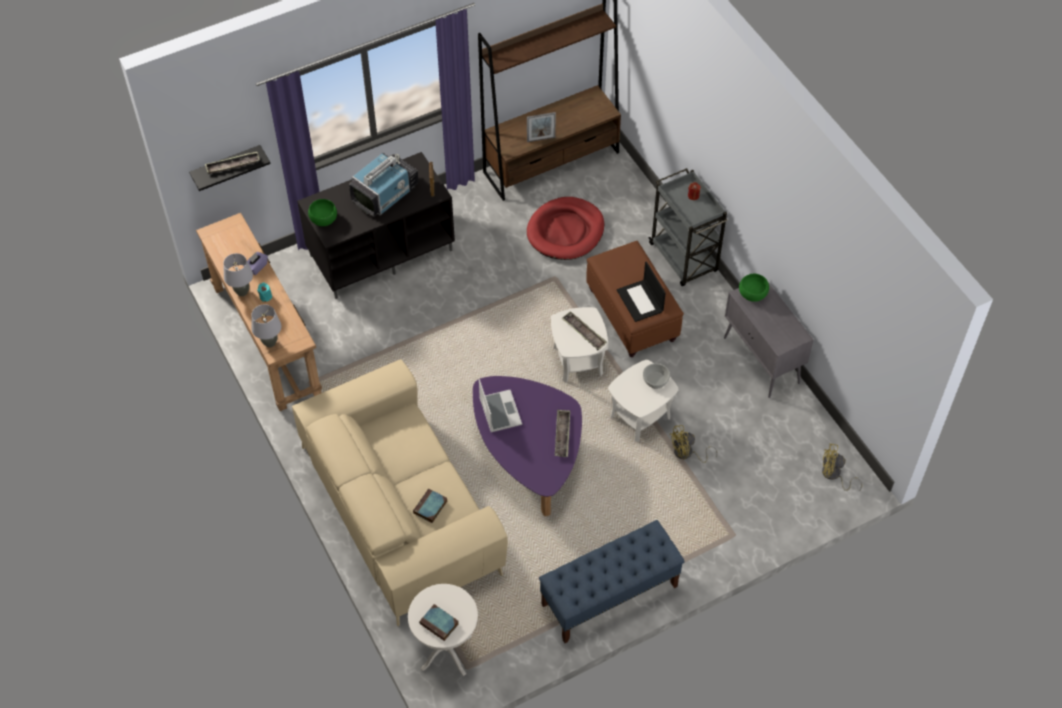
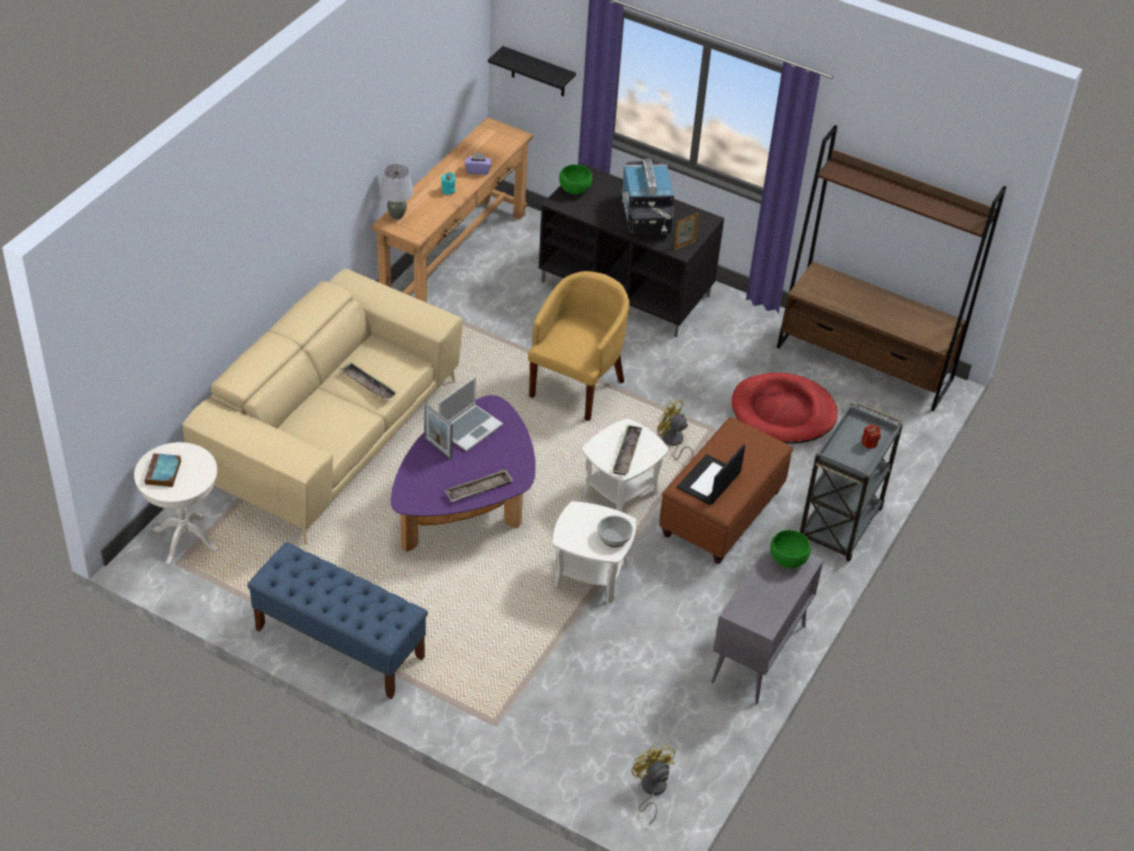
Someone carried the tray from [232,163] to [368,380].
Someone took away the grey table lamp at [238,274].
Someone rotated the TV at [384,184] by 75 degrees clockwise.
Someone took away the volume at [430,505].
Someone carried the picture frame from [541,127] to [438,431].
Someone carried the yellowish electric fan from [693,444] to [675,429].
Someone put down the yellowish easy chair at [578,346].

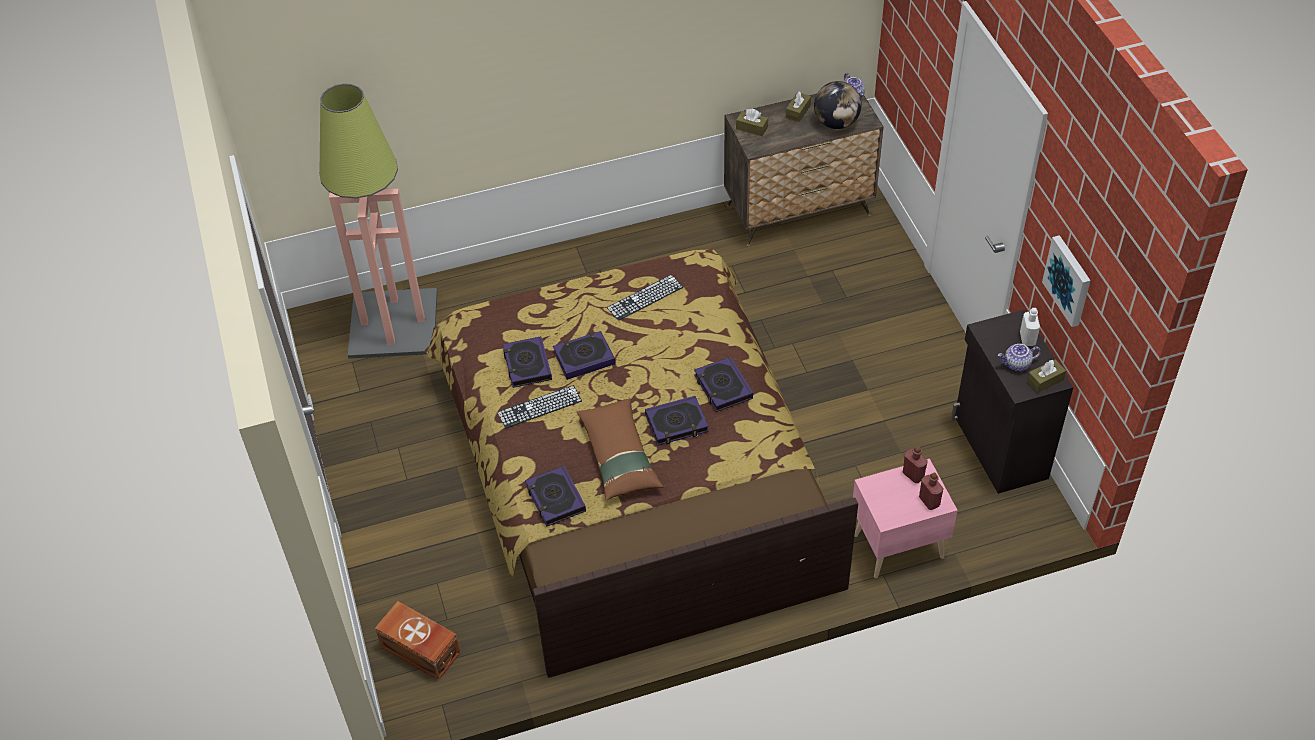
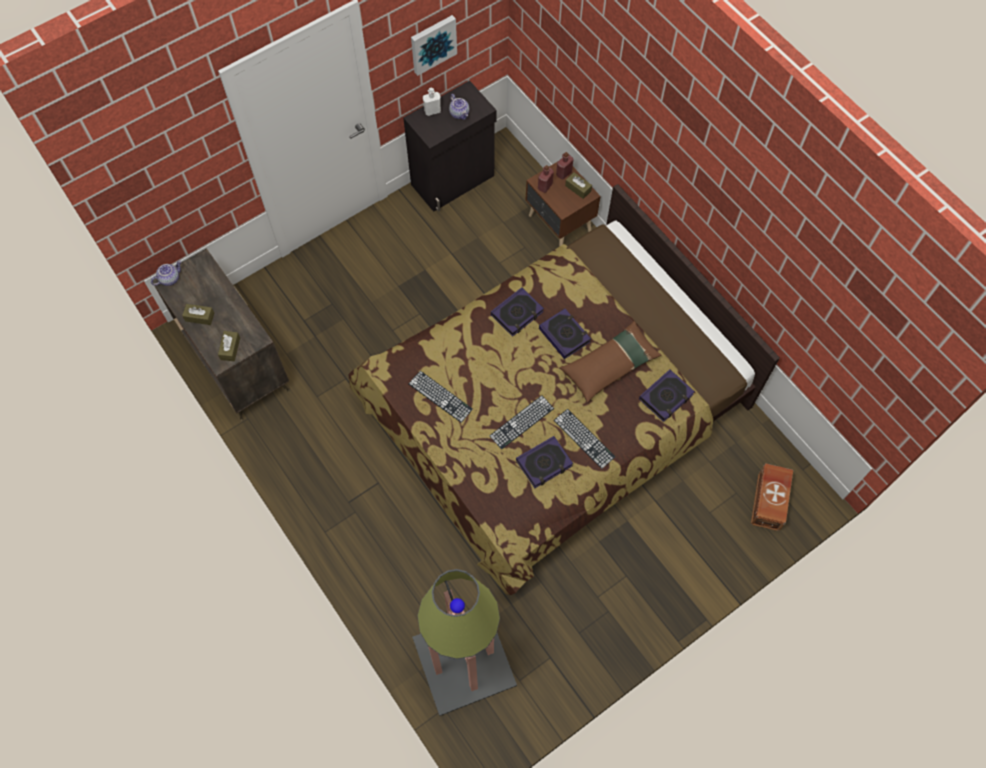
Someone swapped the volume at [584,355] for the PC keyboard at [522,422].
Someone took away the world globe at [838,105].
Someone repainted the pink-coloured nightstand at [905,518], which became the brownish nightstand at [563,204].
Someone carried the brownish tissue box from [1046,376] to [578,185].

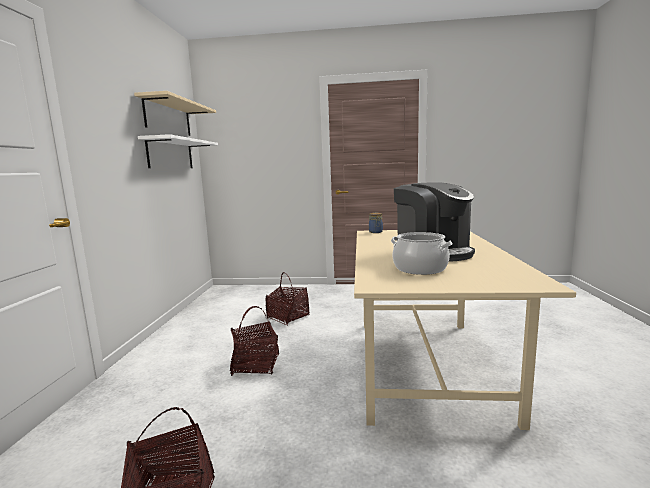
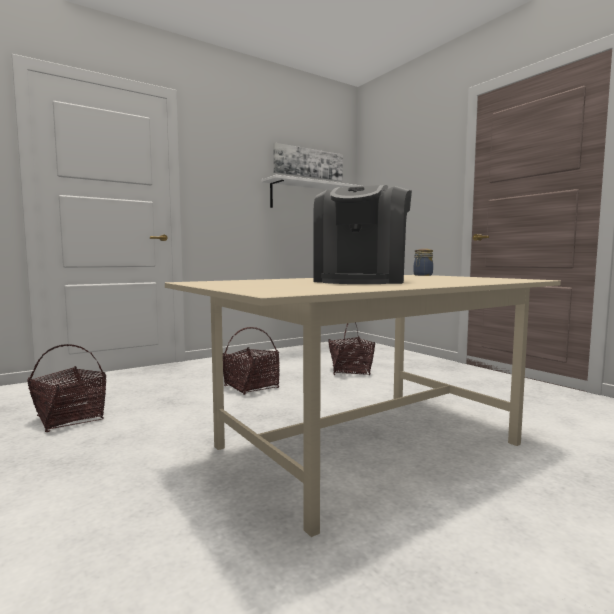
Someone swapped the beige-coloured bracket shelf at [175,113] for the wall art at [308,162].
Someone took away the stockpot at [421,253].

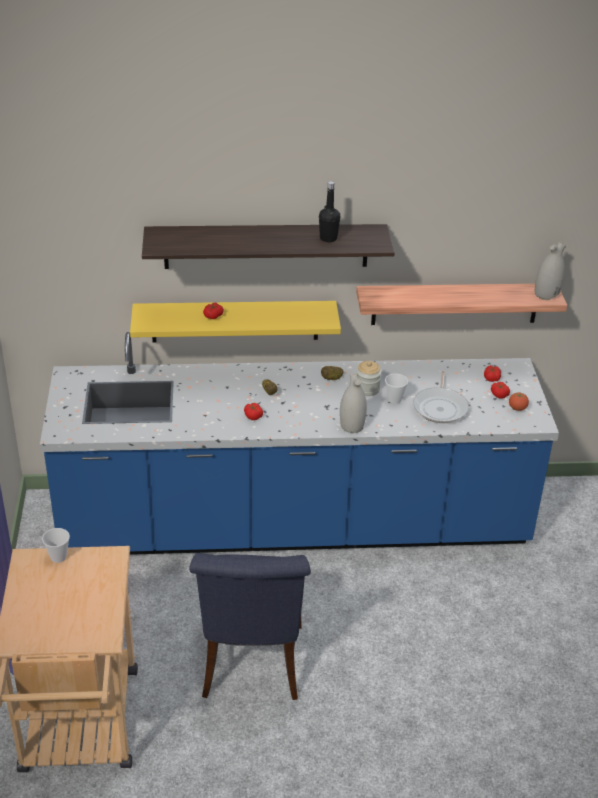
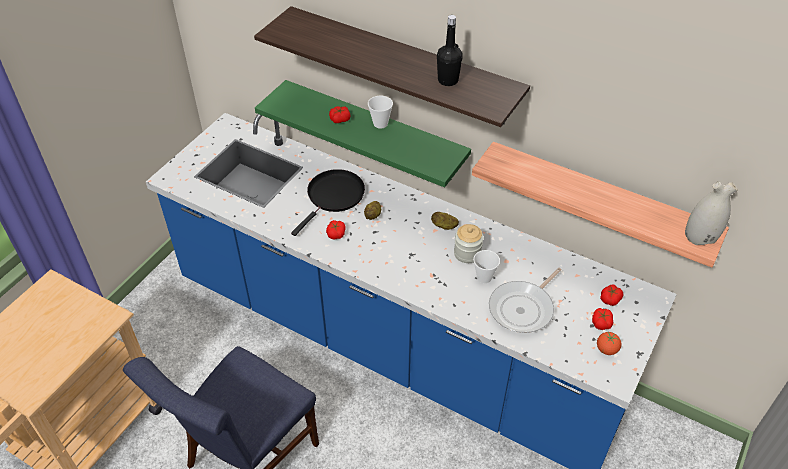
Someone carried the cup from [56,545] to [380,112].
Someone repainted the yellowish bracket shelf at [235,321], which became the green bracket shelf at [363,133].
Someone took away the white-coloured decorative vase at [353,403].
Someone put down the black skillet at [328,202].

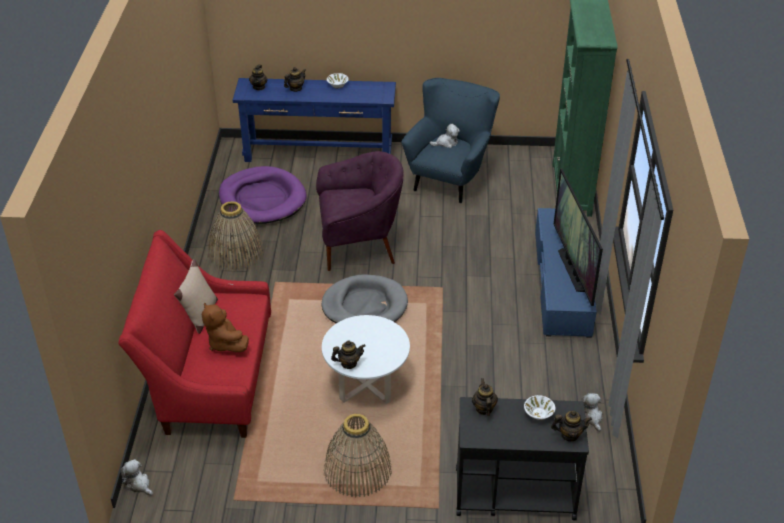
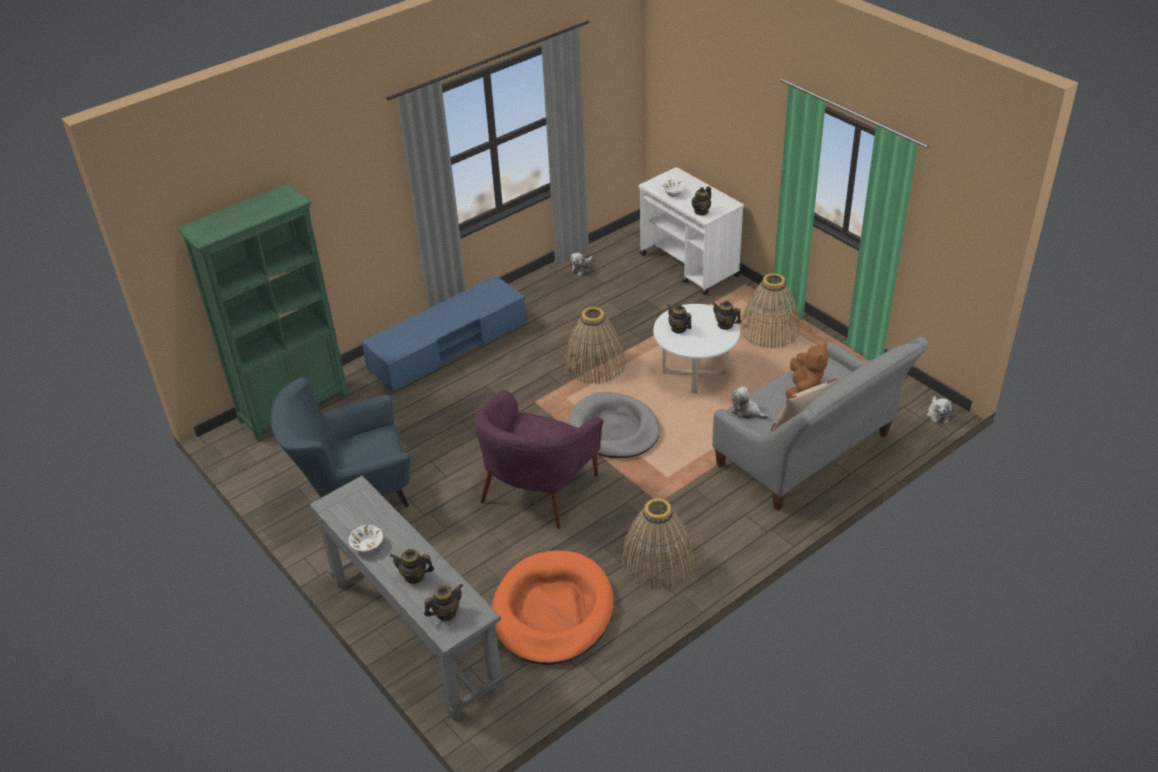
Someone repainted the red-coloured sofa at [194,334], which became the grey sofa at [820,424].
Someone repainted the purplish dog cushion at [263,195], which became the orangey dog cushion at [553,608].
Someone repainted the blue-coloured narrow table at [314,120], which became the grey narrow table at [407,598].
Someone rotated the purplish easy chair at [359,211] by 105 degrees counterclockwise.
Someone carried the soft toy from [445,136] to [750,402].
Someone repainted the black trolley at [522,459], which became the white-coloured trolley at [691,231].
Someone carried the pot for tea from [571,426] to [680,319].
Someone took away the TV at [578,237].
Someone put down the basket at [595,345].

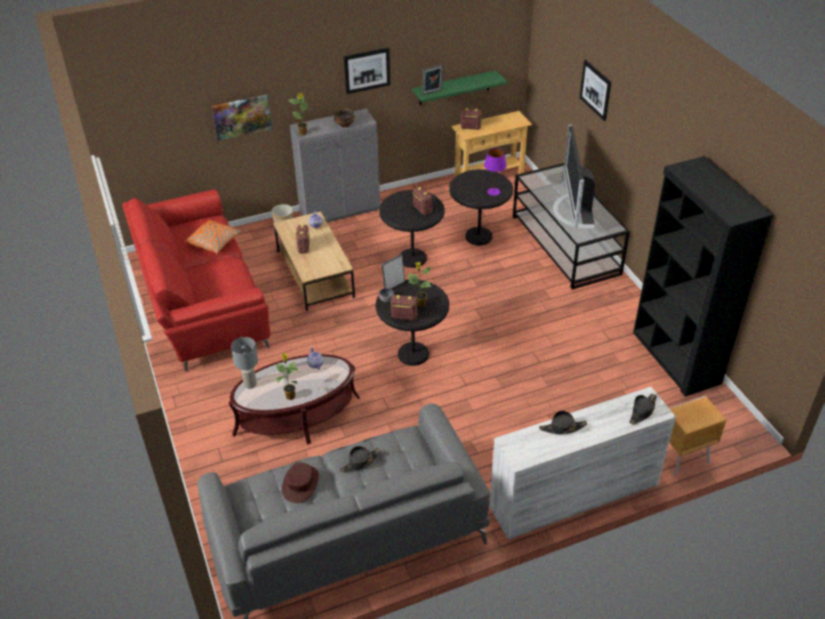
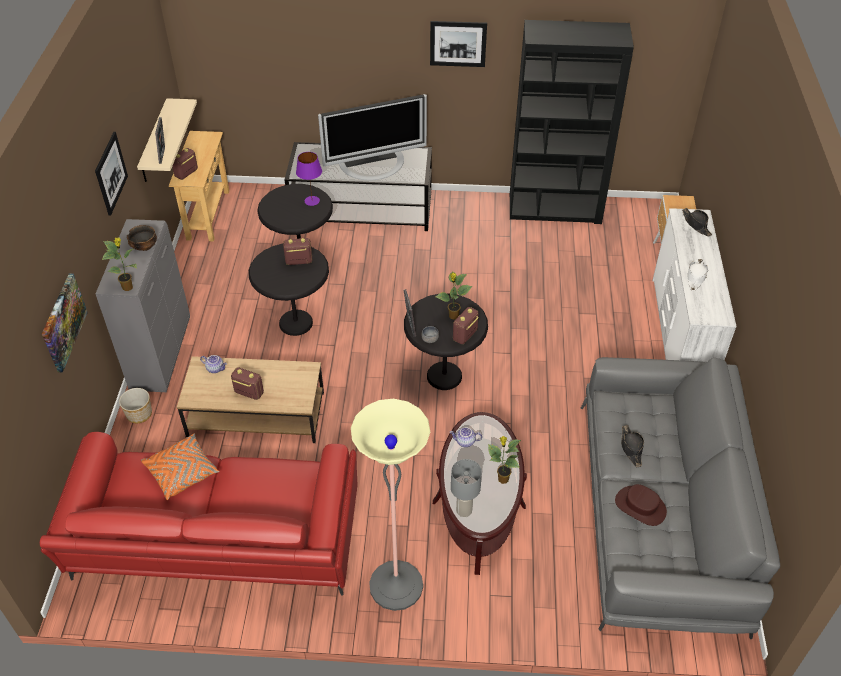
Someone repainted the green bracket shelf at [459,87], which became the beige-coloured bracket shelf at [167,140].
Someone repainted the black wearable hat at [563,422], which became the white-coloured wearable hat at [697,275].
Someone rotated the TV at [574,177] by 45 degrees counterclockwise.
Someone carried the wall art from [595,90] to [458,44].
Someone put down the standing lamp at [390,505].

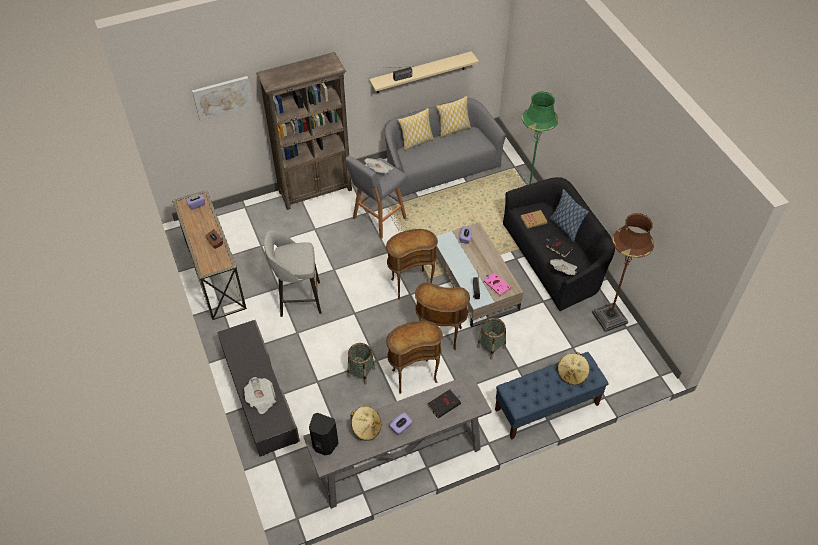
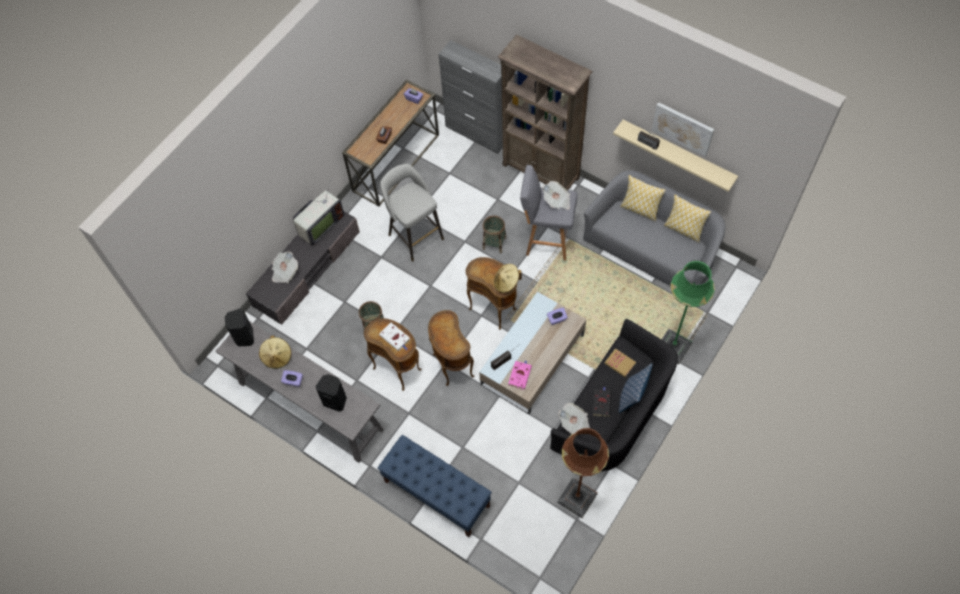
Someone carried the wall art from [222,98] to [683,129].
Someone swapped the black volume at [444,403] for the black speaker at [331,393].
Someone carried the basket from [491,339] to [494,234].
Someone carried the beige-coloured wearable hat from [573,368] to [508,278].
Someone put down the TV at [318,212].
Someone put down the white-coloured volume at [394,337].
Someone put down the grey storage cabinet at [471,97].

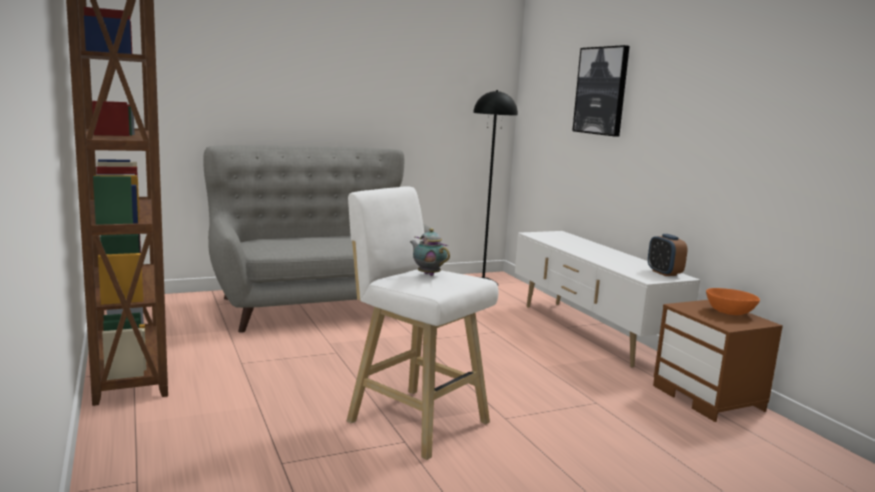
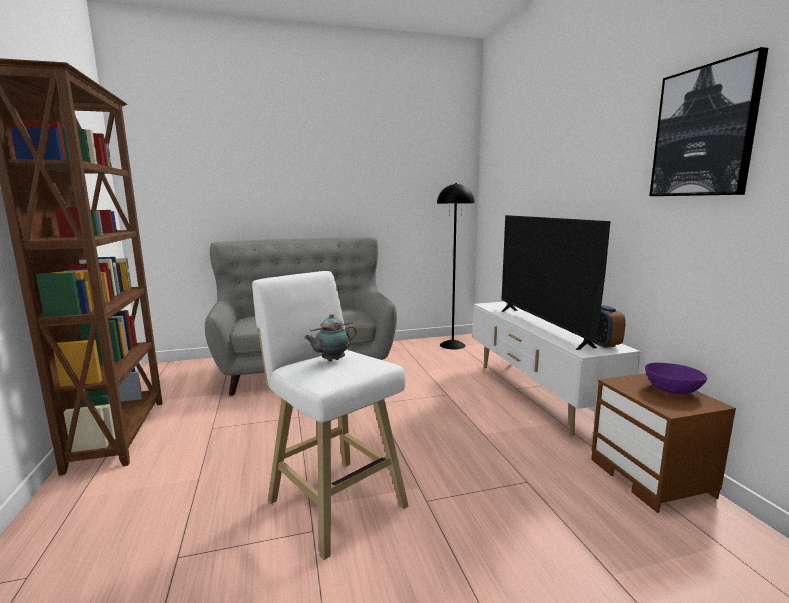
Someone rotated the pot for tea at [430,252] by 90 degrees counterclockwise.
Someone carried the wall art from [601,91] to [708,121].
Someone repainted the orangey serving bowl at [733,301], which became the purplish serving bowl at [676,378].
Someone put down the TV at [556,282].

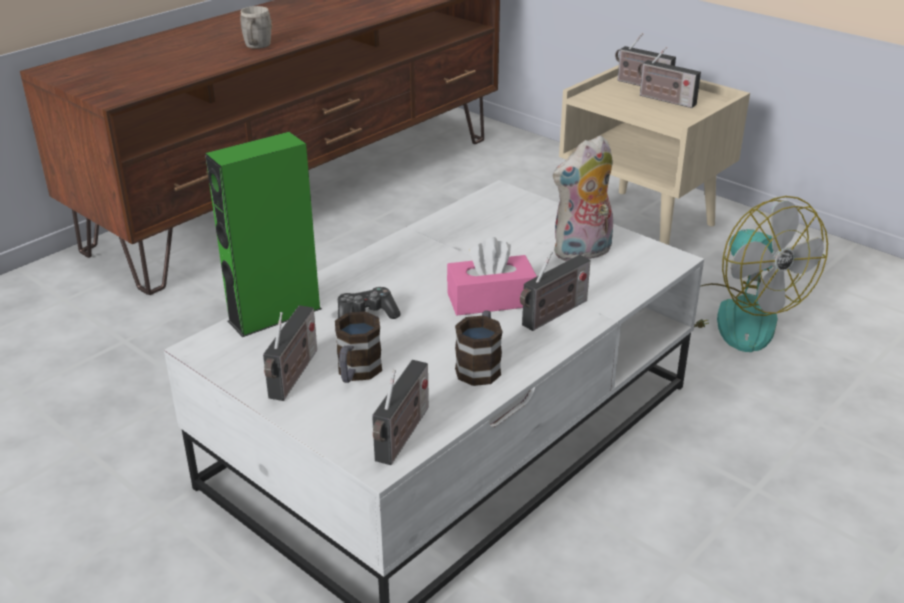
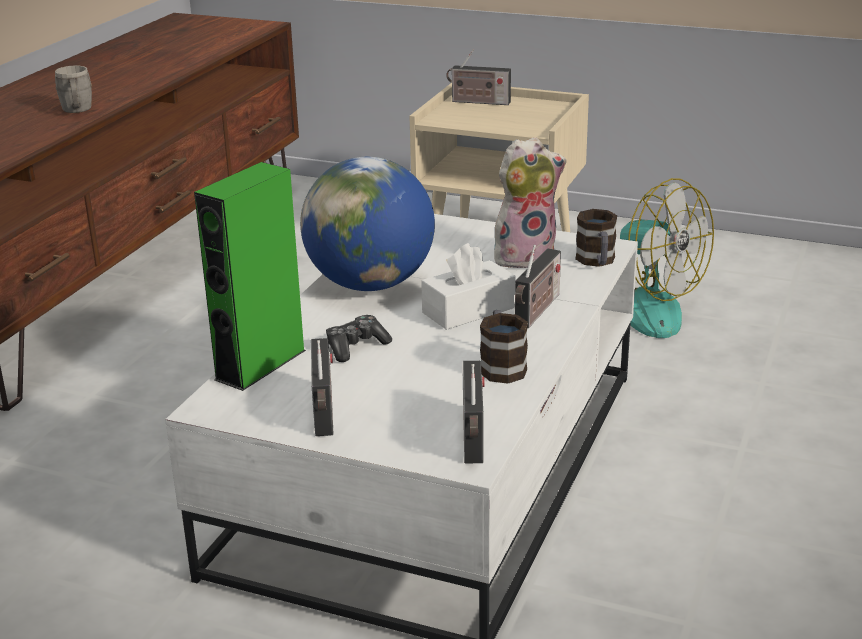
Someone carried the coffee mug from [358,347] to [596,238].
Someone repainted the pink-coloured tissue box at [492,276], which became the white-coloured tissue box at [468,286].
Someone rotated the soft toy at [583,198] by 150 degrees counterclockwise.
Someone took away the radio set at [669,77].
Someone put down the world globe at [367,224].

